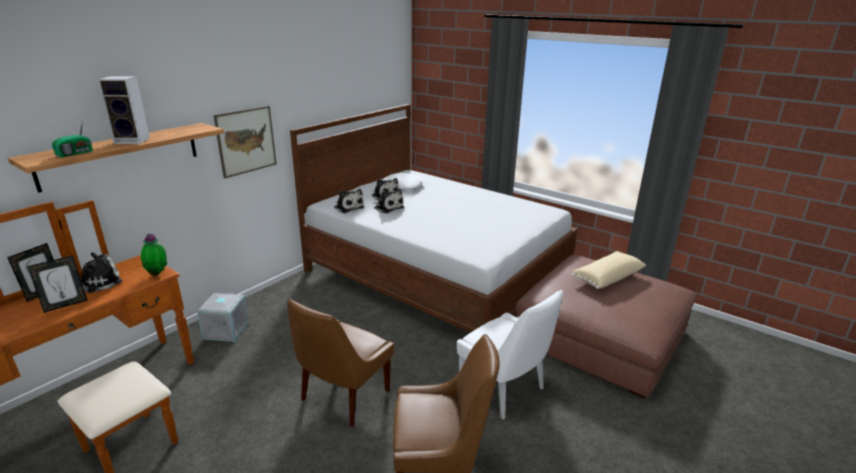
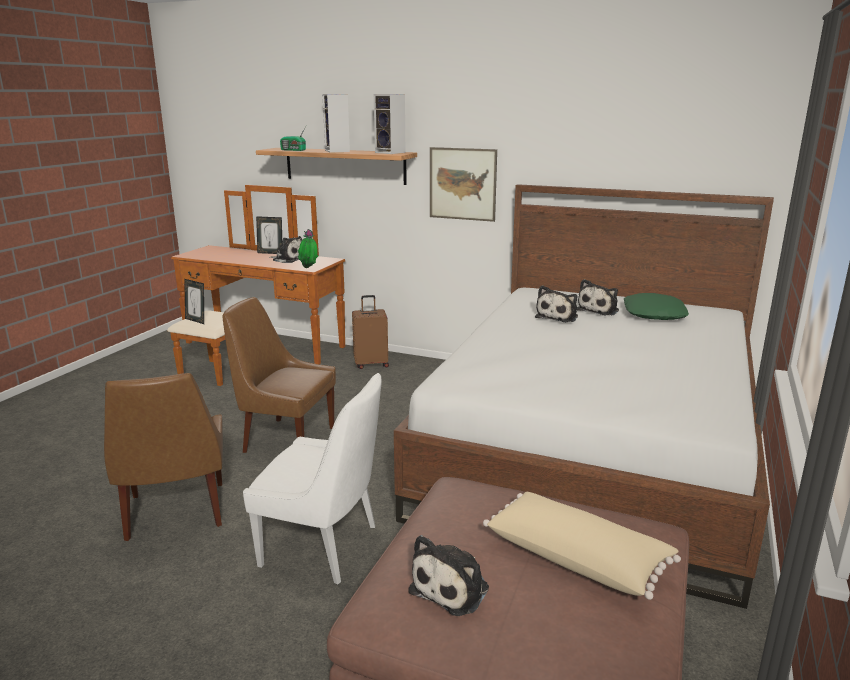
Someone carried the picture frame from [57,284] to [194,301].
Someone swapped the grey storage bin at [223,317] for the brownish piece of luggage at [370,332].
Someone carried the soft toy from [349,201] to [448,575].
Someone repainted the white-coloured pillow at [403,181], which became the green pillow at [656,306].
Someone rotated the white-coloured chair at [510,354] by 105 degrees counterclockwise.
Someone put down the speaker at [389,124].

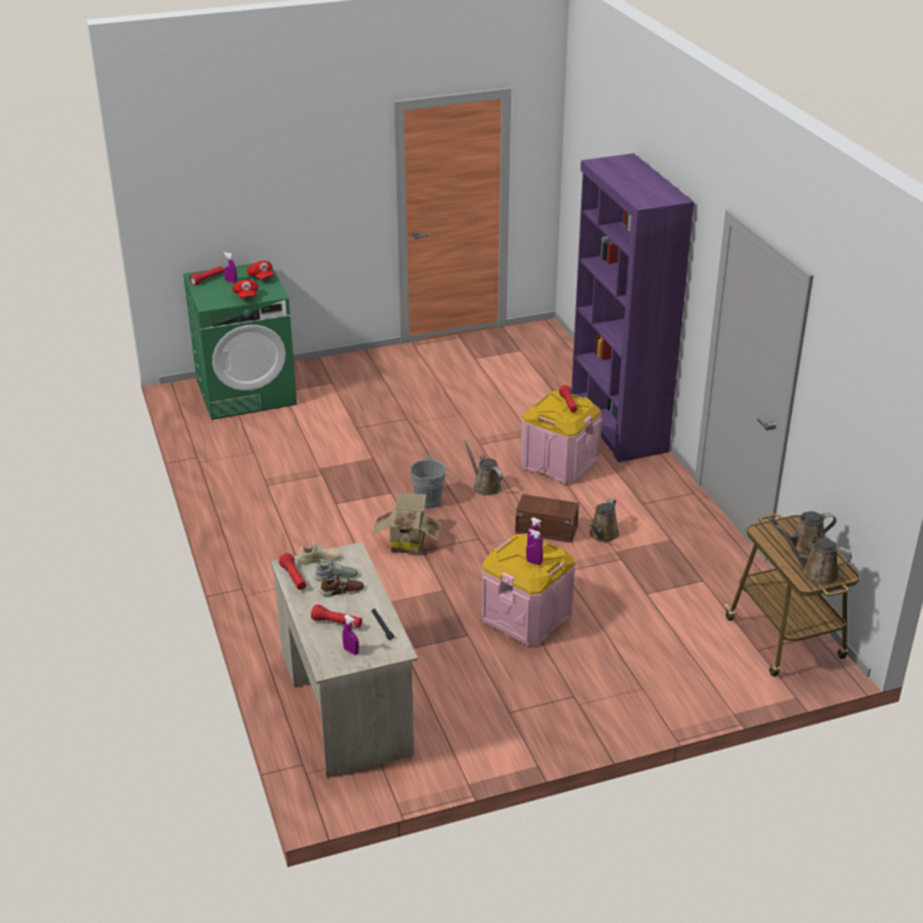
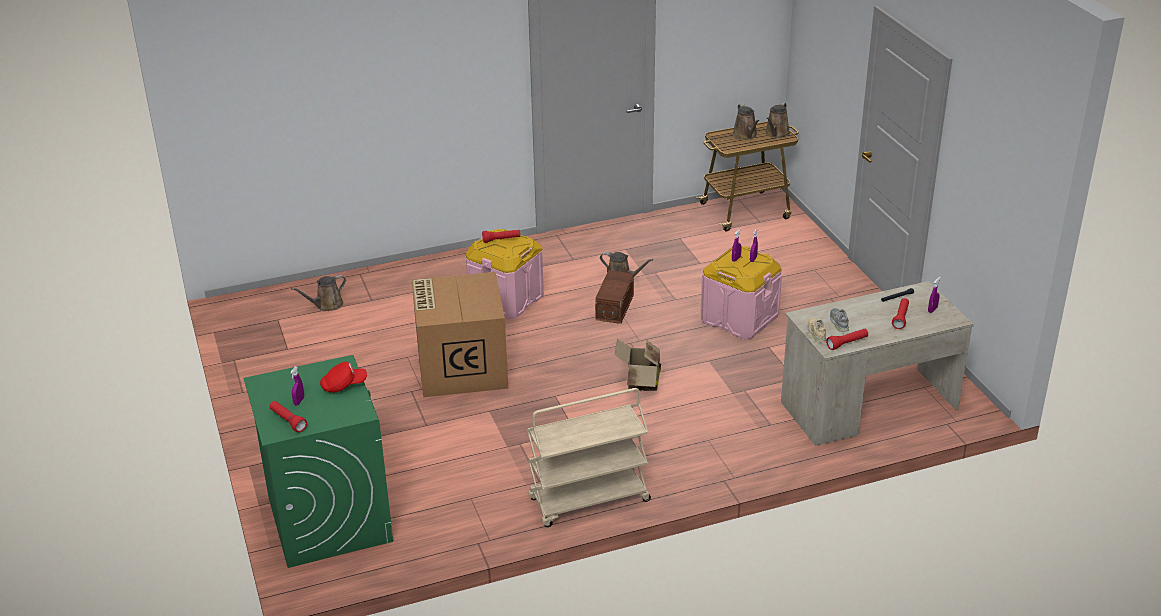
Someone took away the red-coloured cap at [260,270].
Someone took away the brownish shoe at [342,585].
Someone took away the grey pail at [431,482].
Someone carried the brownish watering pot from [483,468] to [318,293].
Someone took away the purplish bookcase at [632,307].
Someone put down the cardboard box at [460,334].
Someone put down the beige-coloured trolley at [589,457].

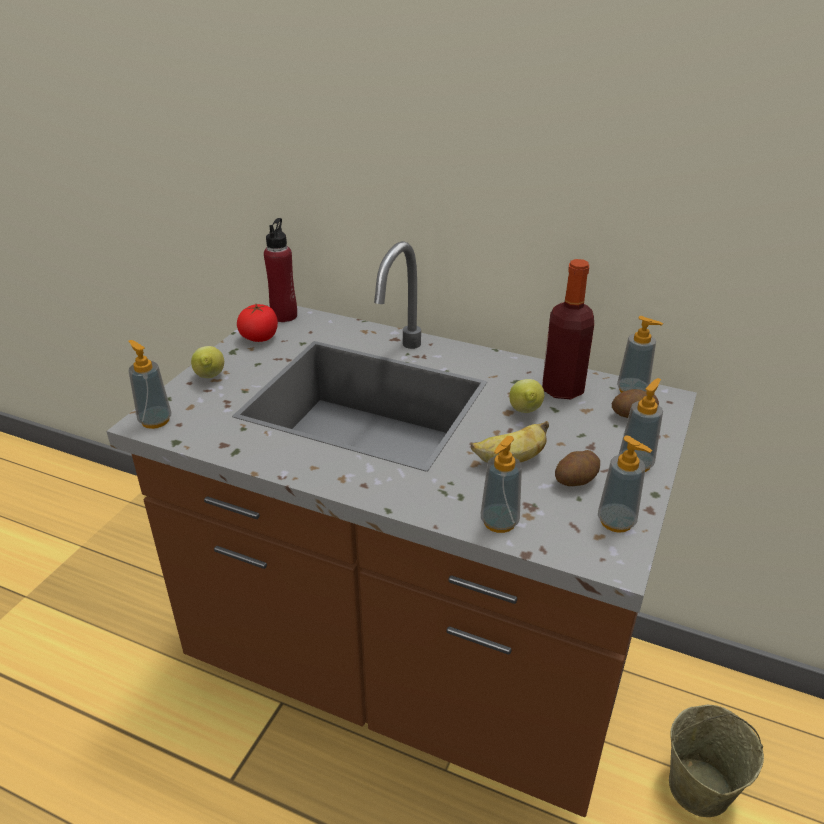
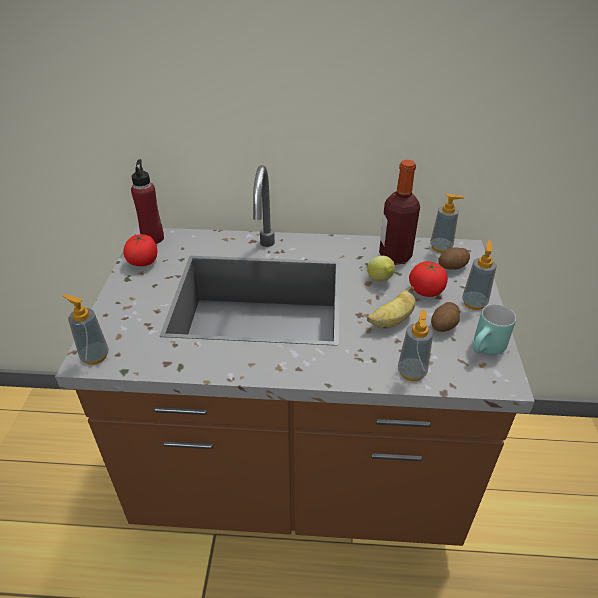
Someone took away the whole lemon at [207,362].
Someone swapped the liquid soap bottle at [625,484] for the turquoise-coloured coffee mug at [494,329].
Someone took away the beige-coloured pail at [716,761].
Someone put down the tomato at [428,279].

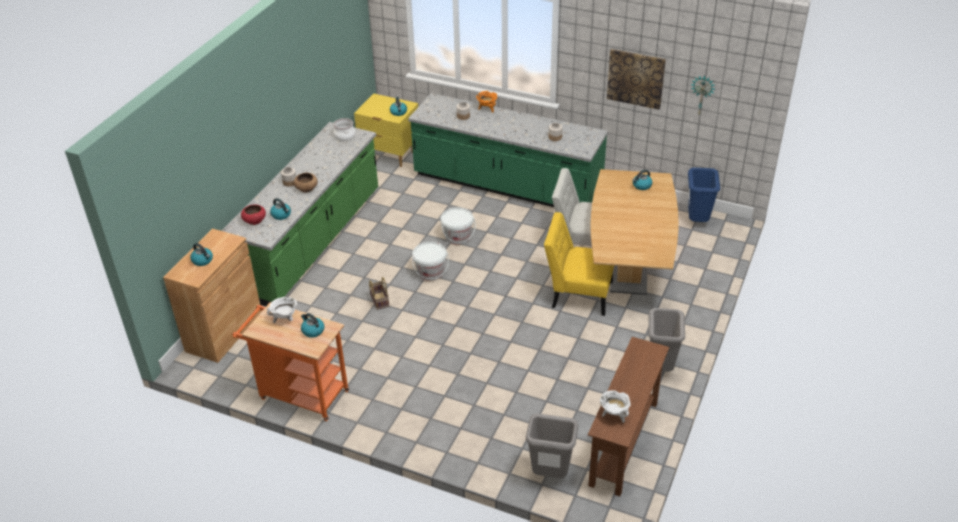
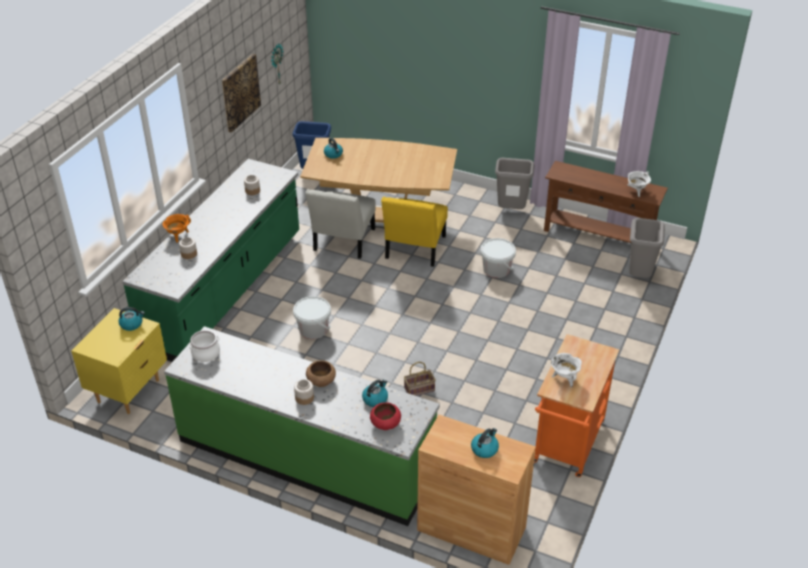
Someone took away the water kettle at [312,325].
Someone carried the white-coloured pail from [430,261] to [498,258].

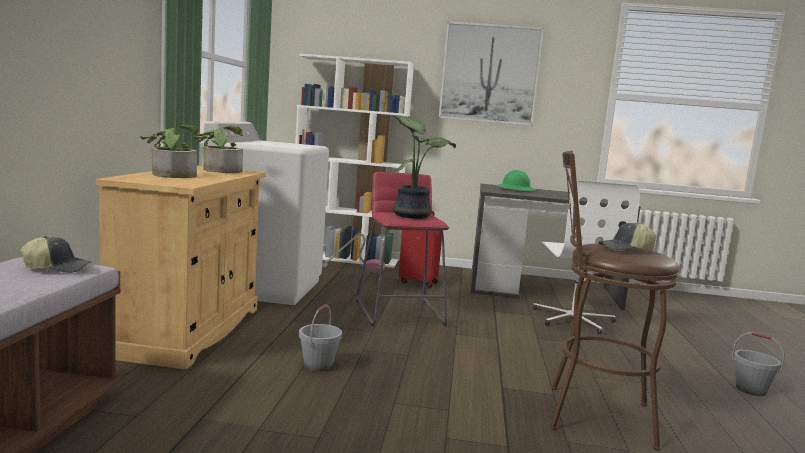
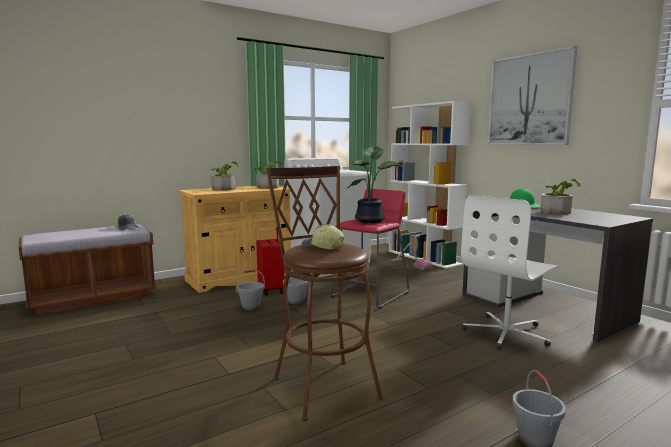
Someone carried the red-coloured piece of luggage from [420,249] to [270,261].
Someone put down the grey pail at [296,287].
Someone put down the plant in a pot at [561,197].

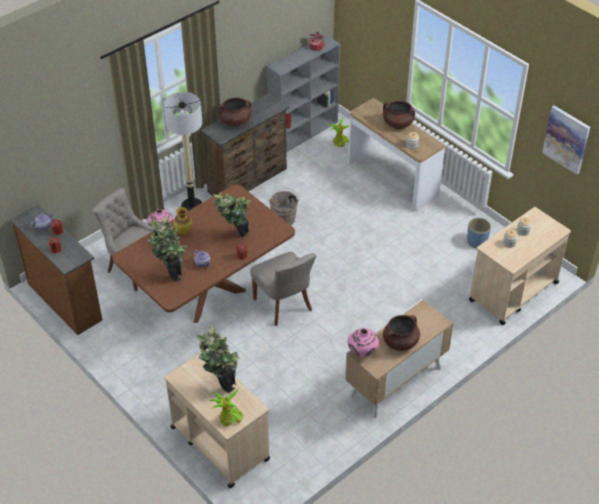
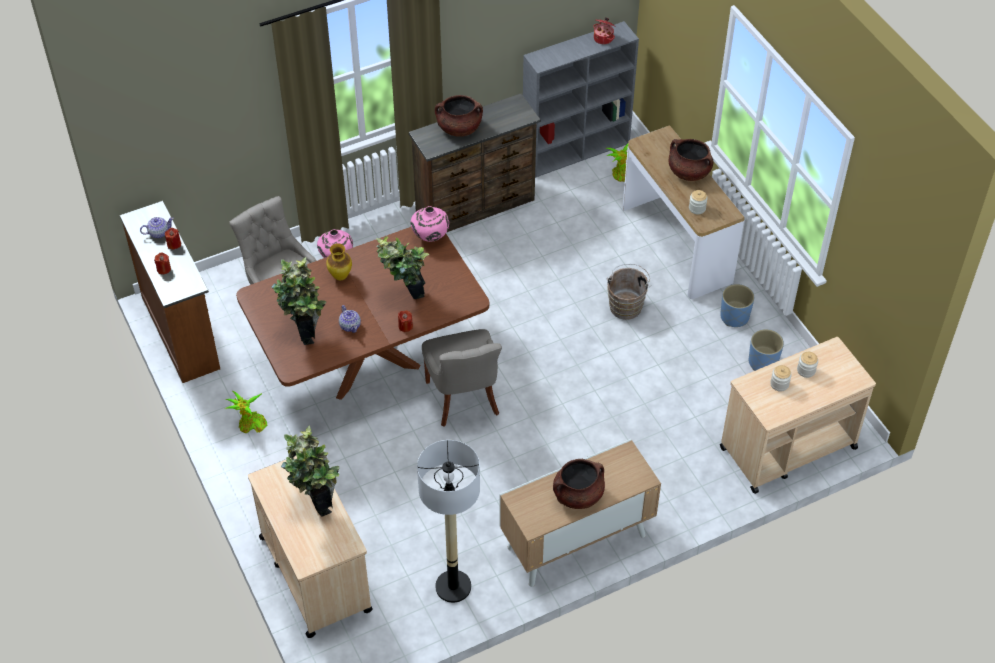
Someone carried the standing lamp from [182,151] to [448,521].
Someone carried the plant in a pot from [226,407] to [246,412].
Someone carried the brownish pail from [284,206] to [629,292].
Someone carried the pink-coloured decorative vase from [363,342] to [430,224].
Someone took away the wall art at [566,140].
Someone put down the blue-coloured flower pot at [737,305].

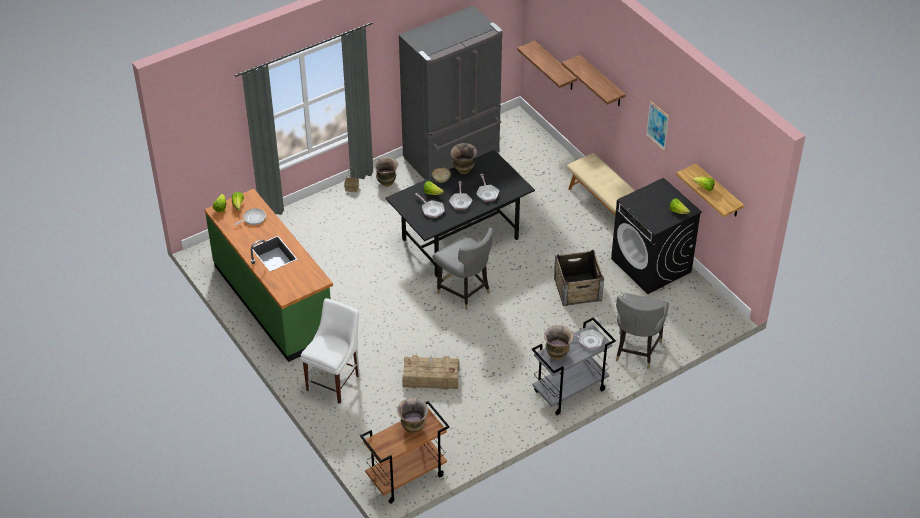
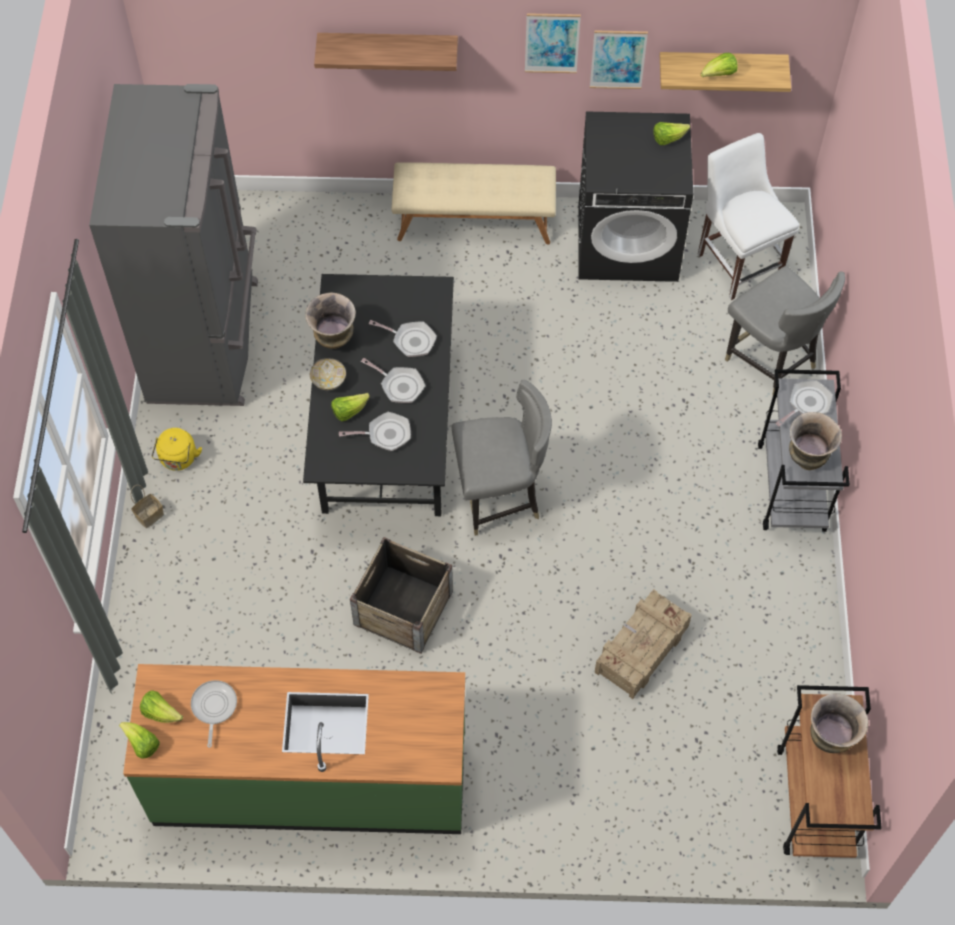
Someone carried the white-coloured chair from [330,351] to [748,216].
Someone swapped the decorative vase at [386,172] for the yellowish water kettle at [177,449].
Someone took away the bracket shelf at [547,65].
Someone carried the shipping crate from [579,278] to [401,595].
Someone put up the wall art at [619,59].

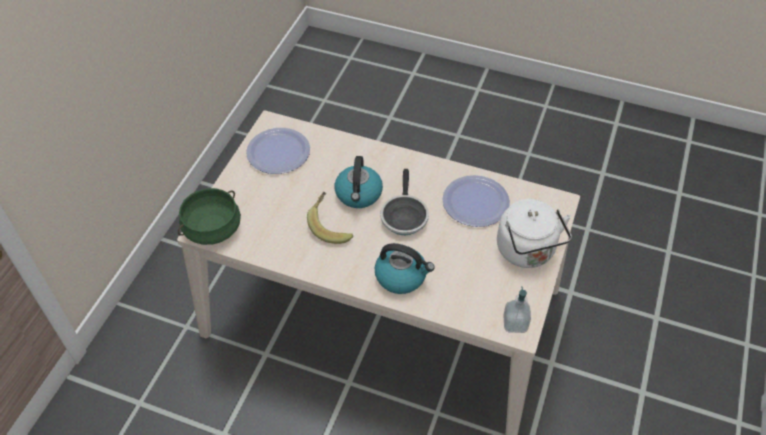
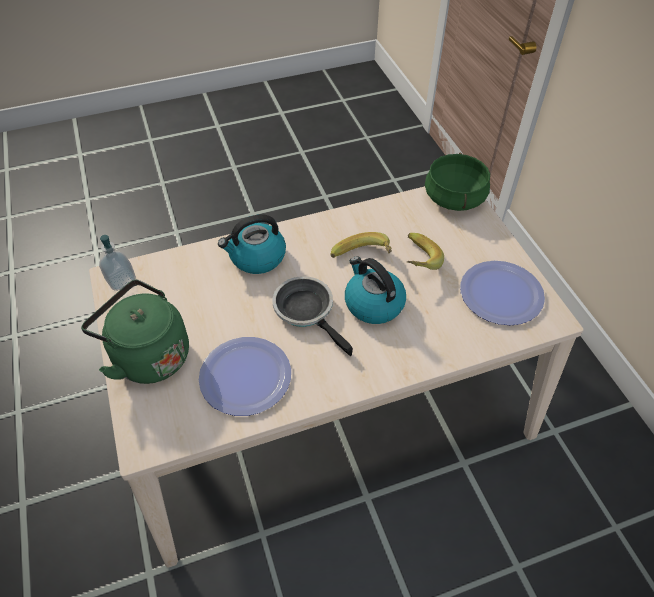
Someone repainted the white-coloured water kettle at [534,233], which became the green water kettle at [135,331].
Someone put down the banana fruit at [425,251].

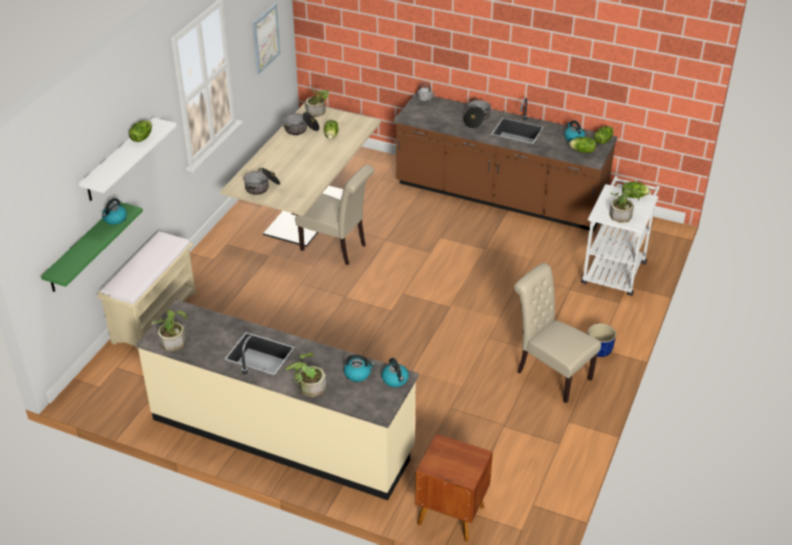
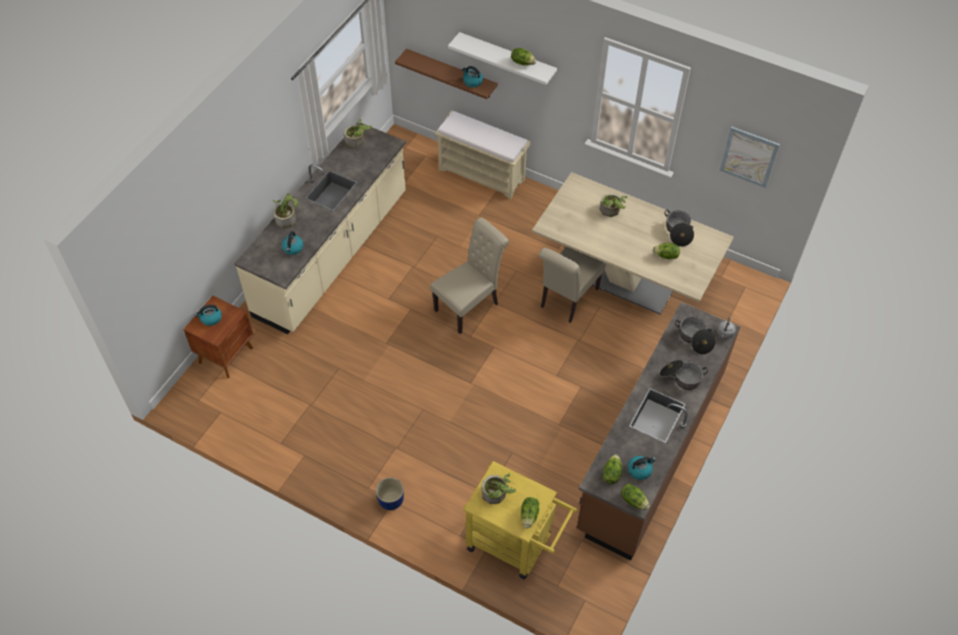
Someone repainted the green bracket shelf at [92,247], which became the brownish bracket shelf at [446,74].
Someone carried the stockpot from [262,181] to [695,335].
Someone carried the plant in a pot from [317,103] to [614,205].
Someone carried the water kettle from [395,372] to [208,315].
Someone carried the beige-coloured chair from [557,333] to [469,275].
Someone repainted the white-coloured trolley at [620,236], which became the yellowish trolley at [520,520].

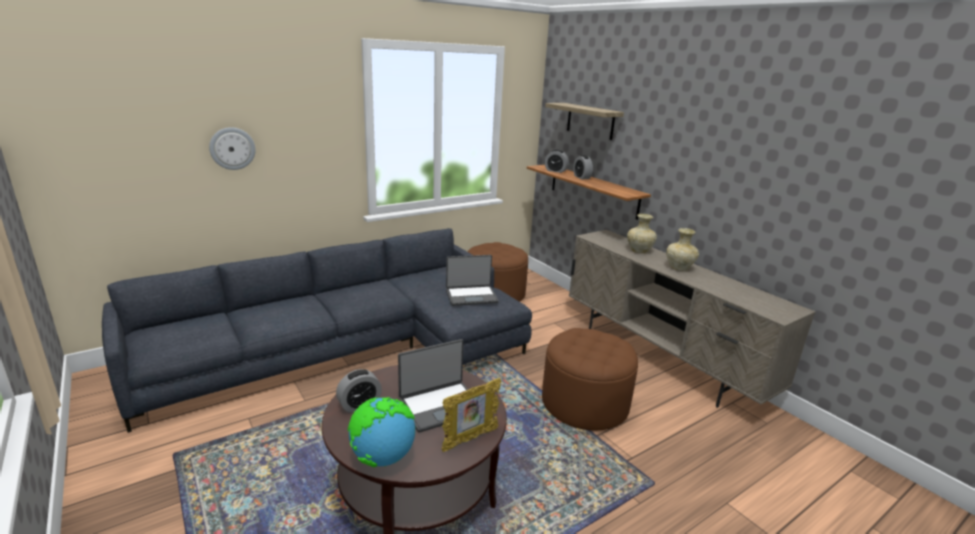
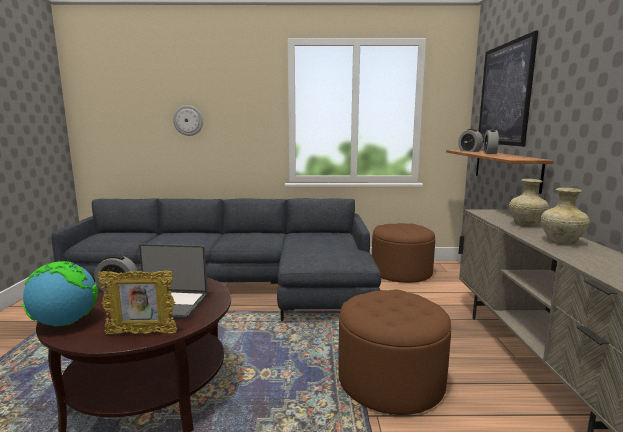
Someone took away the laptop at [472,280].
Someone swapped the bracket shelf at [584,121] for the wall art at [508,88].

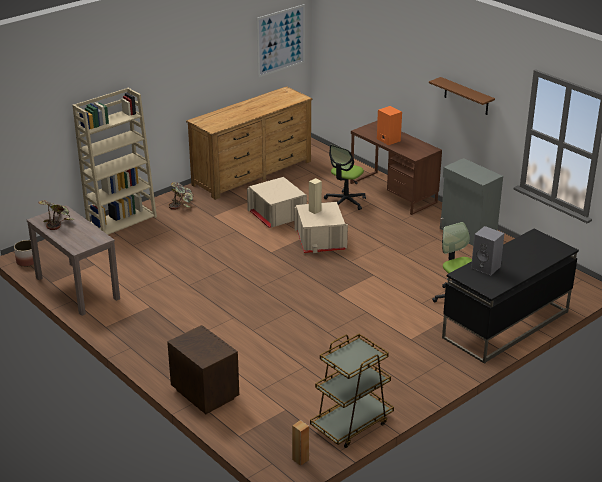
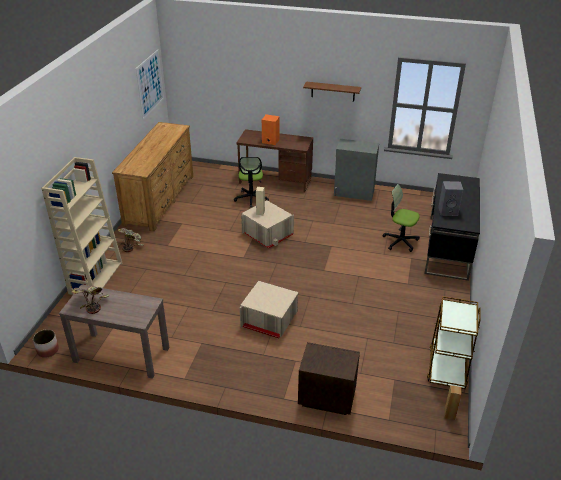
Someone carried the beige-coloured storage bin from [277,202] to [269,309].

